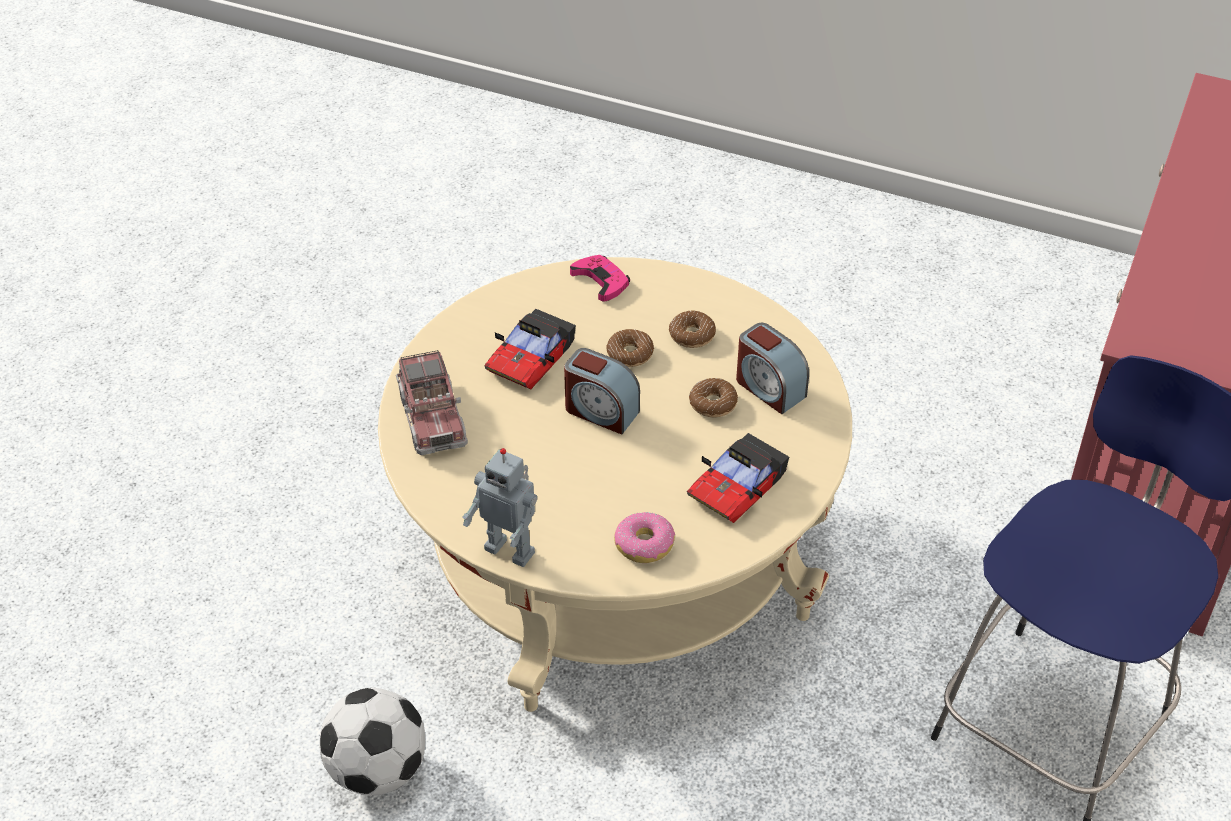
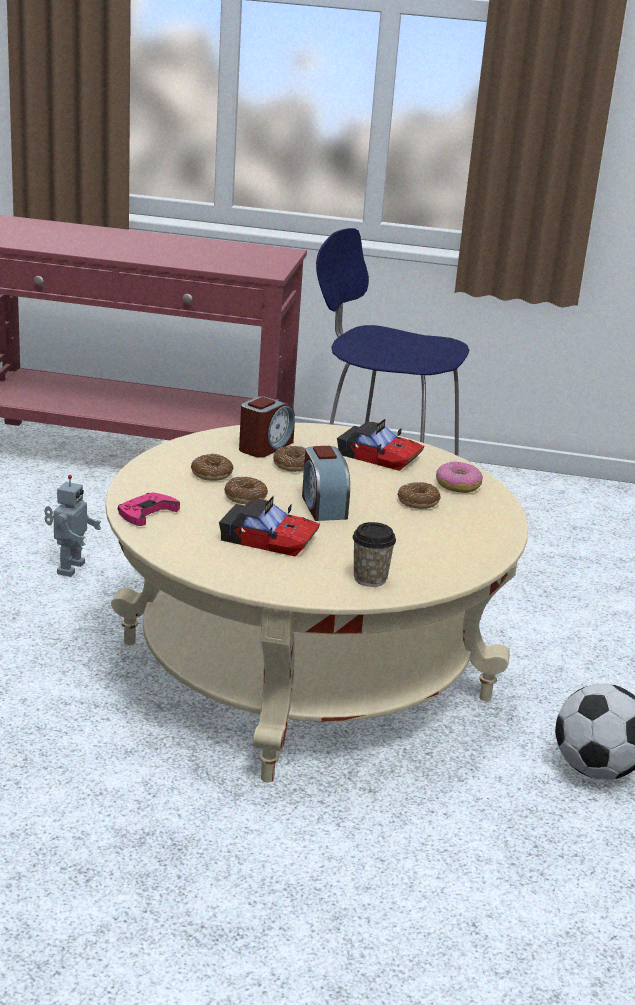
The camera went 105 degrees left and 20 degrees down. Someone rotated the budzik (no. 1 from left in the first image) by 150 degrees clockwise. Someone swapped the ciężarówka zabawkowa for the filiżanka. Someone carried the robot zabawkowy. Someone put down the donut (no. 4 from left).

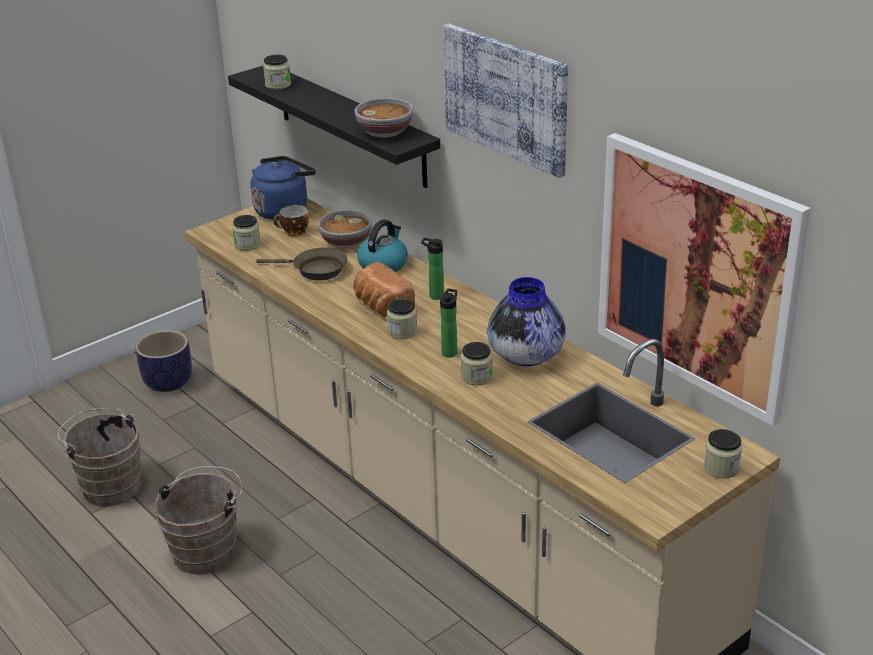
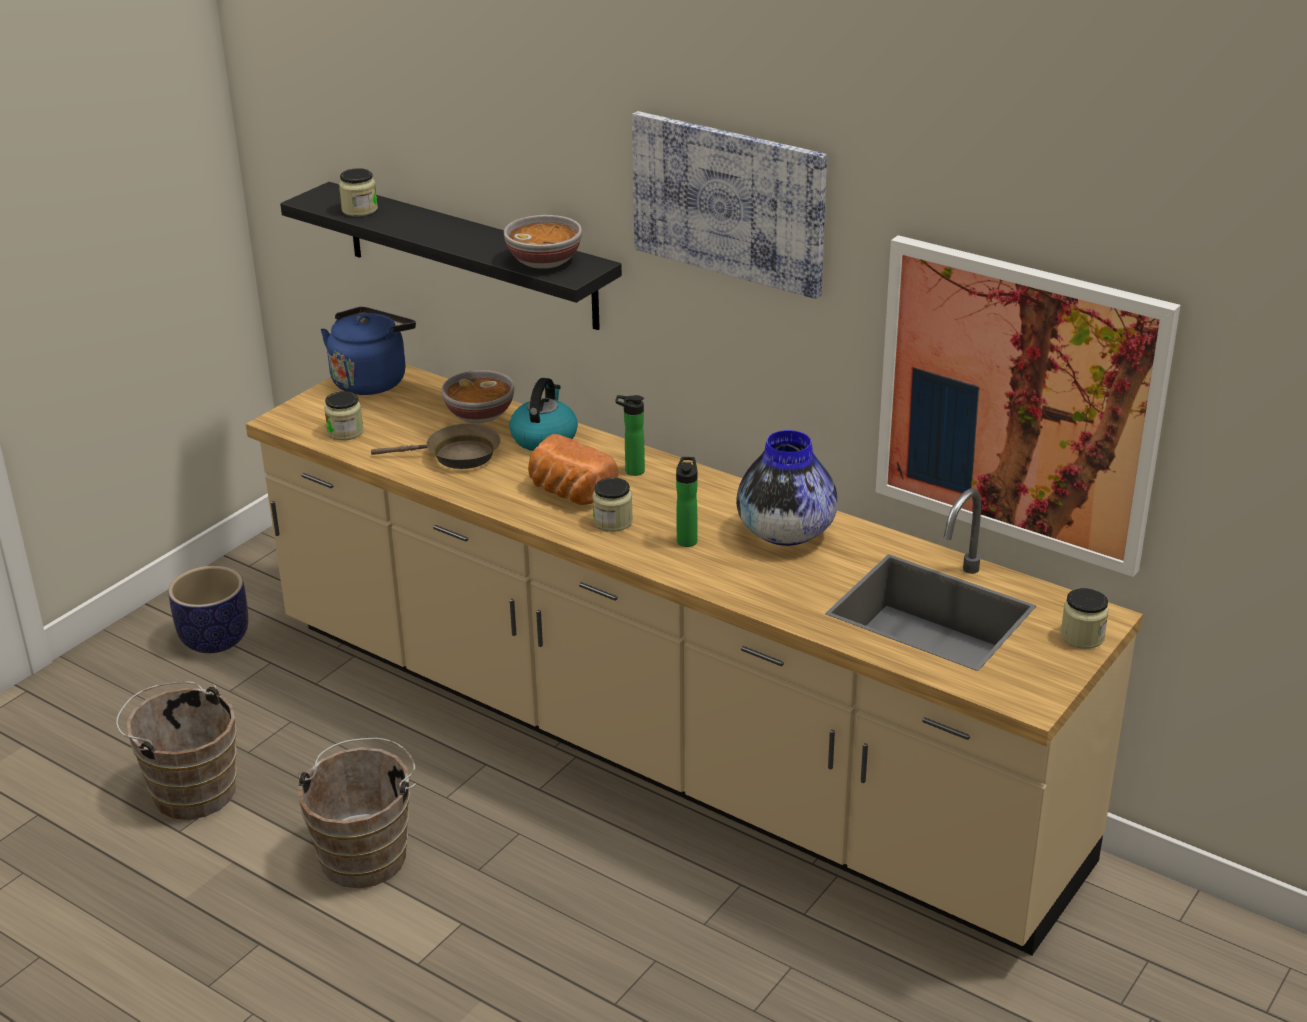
The camera went 15 degrees left and 0 degrees up. Someone took away the filiżanka. Someone took away the słoik (no. 4 from left).

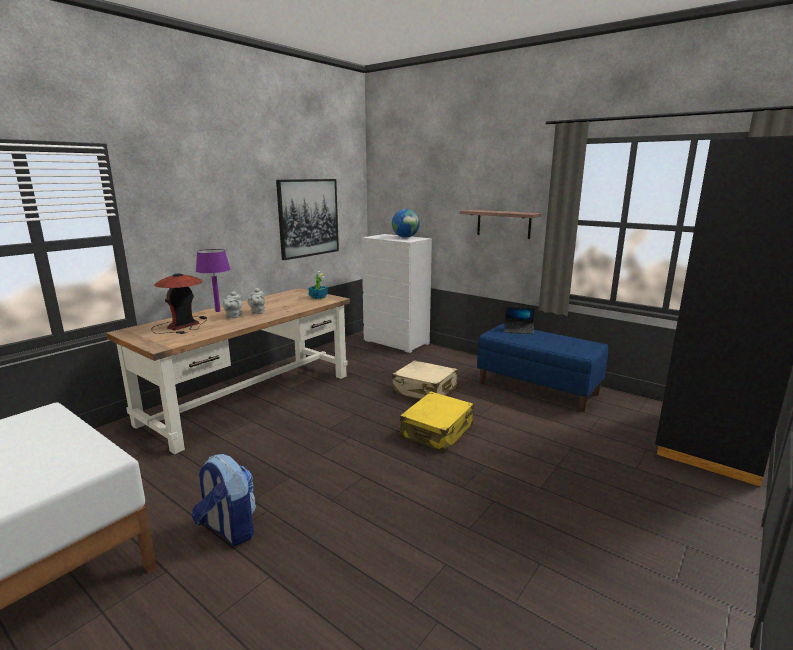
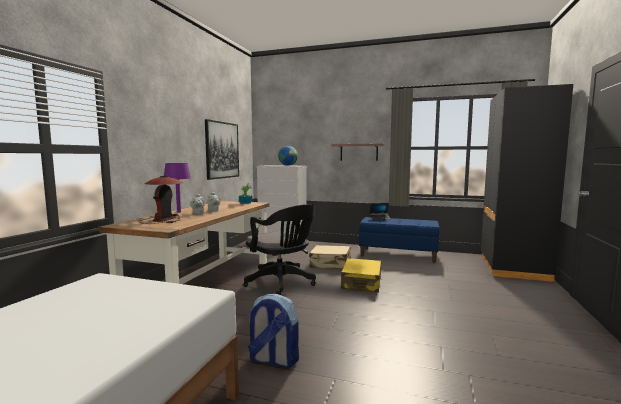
The camera went 20 degrees left and 10 degrees down. Someone put down the krzesło biurowe [czarny].

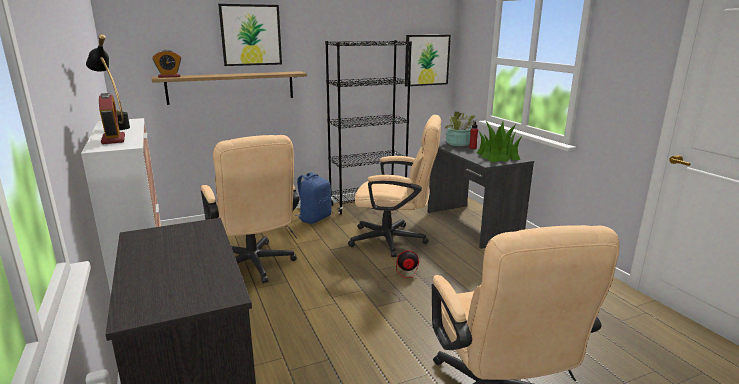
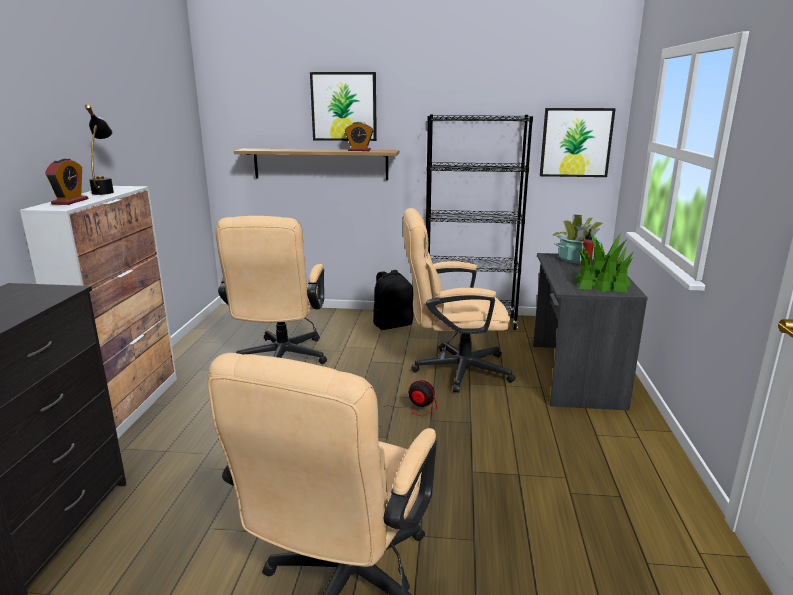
The camera went 30 degrees right and 0 degrees up. Someone carried the budzik (no. 2 from left). Someone rotated the krzesło biurowe [beżowy] (no. 2 from left in the first image) by 135 degrees clockwise. Someone repainted the plecak [niebieski], which became the plecak [czarny].

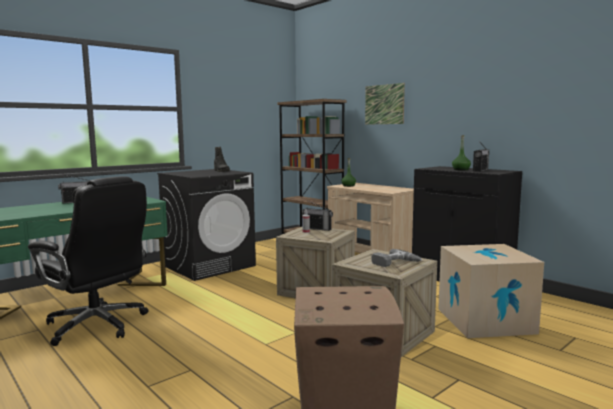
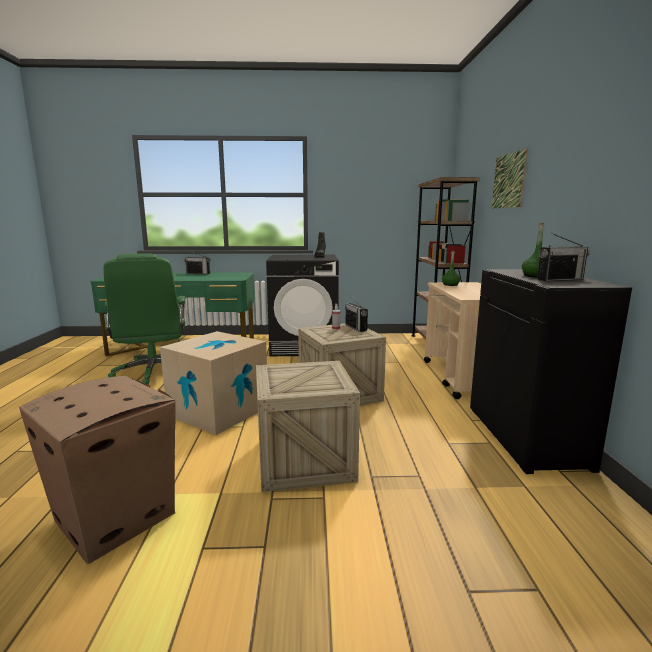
The camera went 40 degrees right and 5 degrees up. Someone repainted the krzesło biurowe [czarny], which became the krzesło biurowe [zielony]. Someone carried the karton (no. 2 from left). Someone took away the wiertarka.

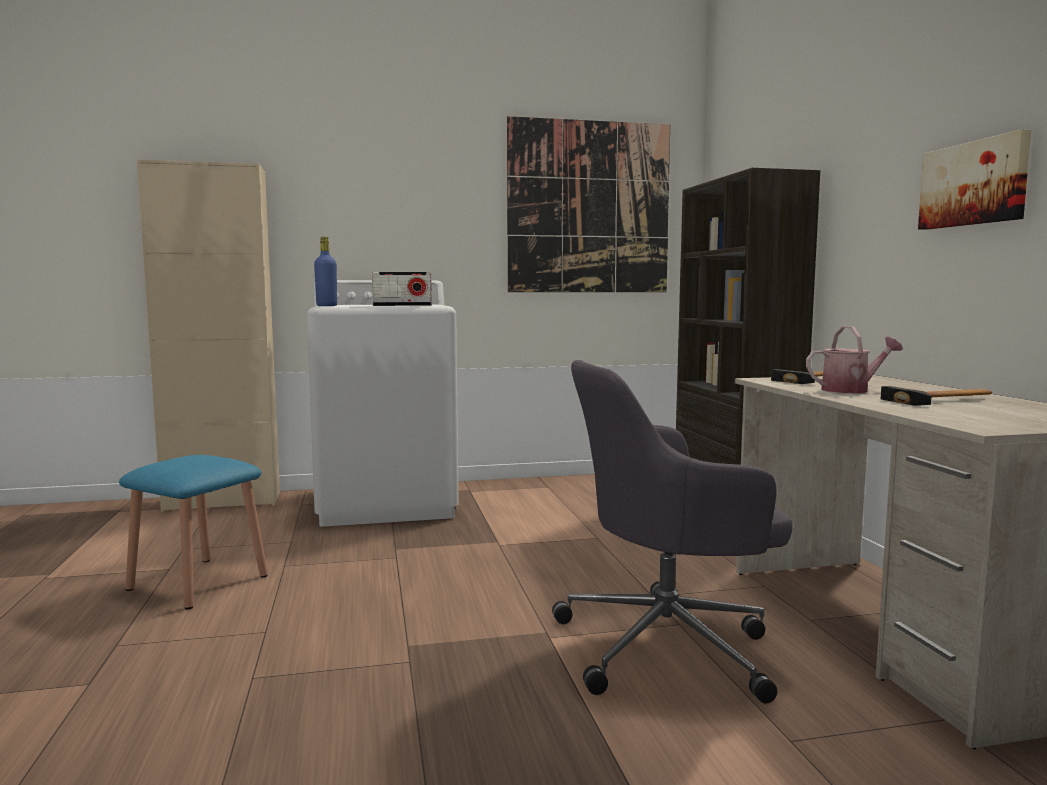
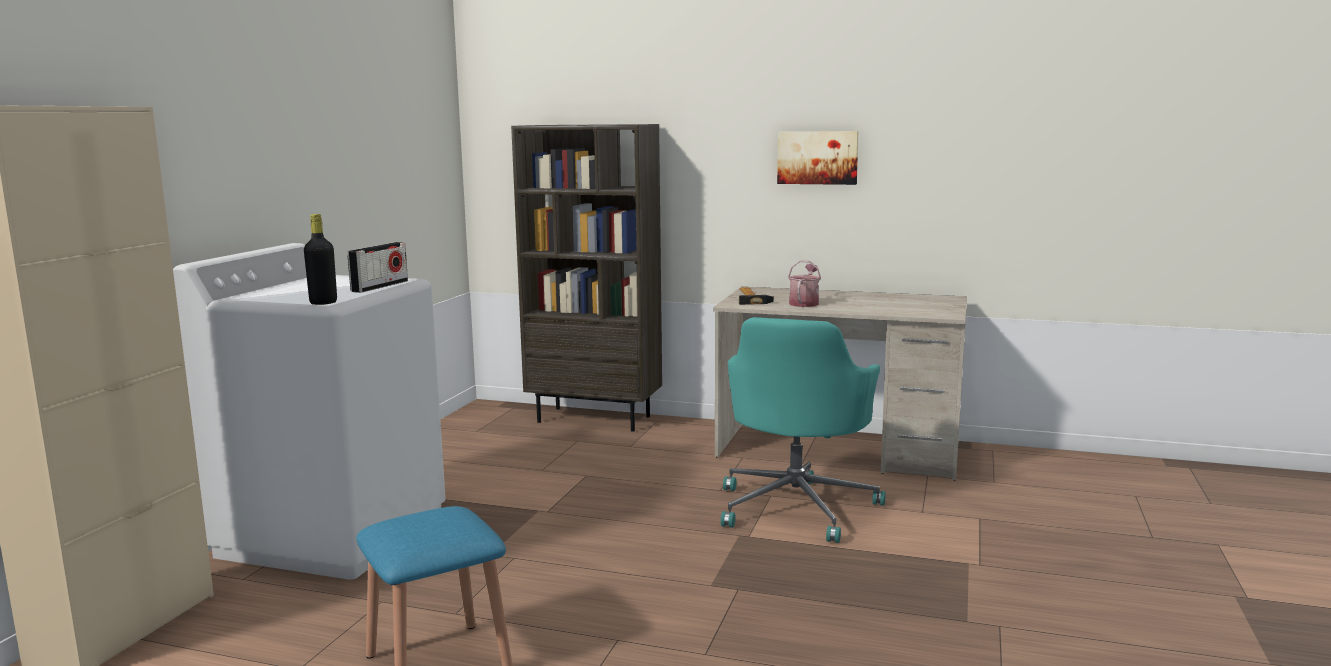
The camera went 60 degrees left and 5 degrees up. Someone took away the obraz (no. 1 from left). Someone repainted the butelka [niebieski], which became the butelka [czarny]. Someone repainted the krzesło biurowe [szary], which became the krzesło biurowe [turkusowy]. Someone took away the młotek (no. 2 from left).

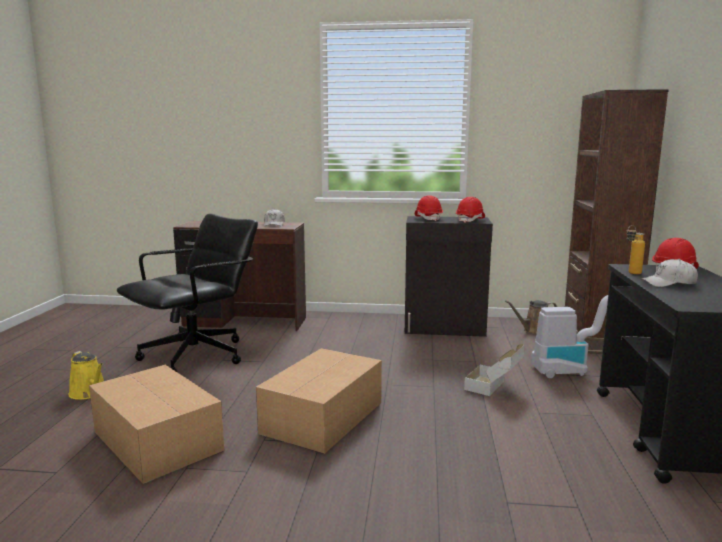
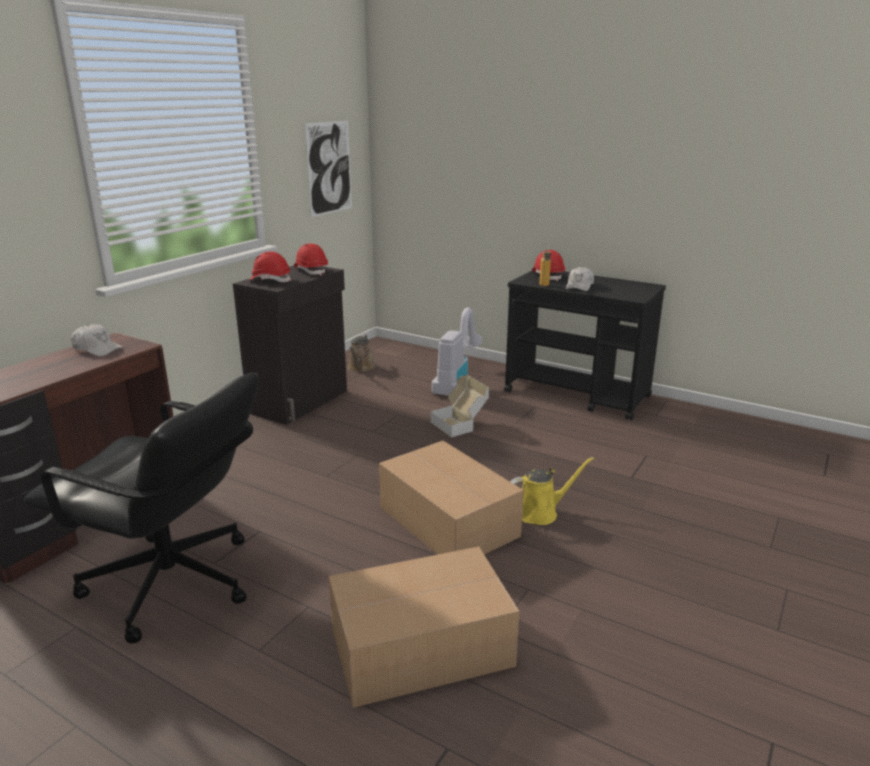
The camera went 65 degrees left and 10 degrees up. Someone took away the regał [brązowy]. Someone rotated the krzesło biurowe [czarny] by 135 degrees clockwise. Someone carried the konewka [żółty]. Someone put up the obraz.

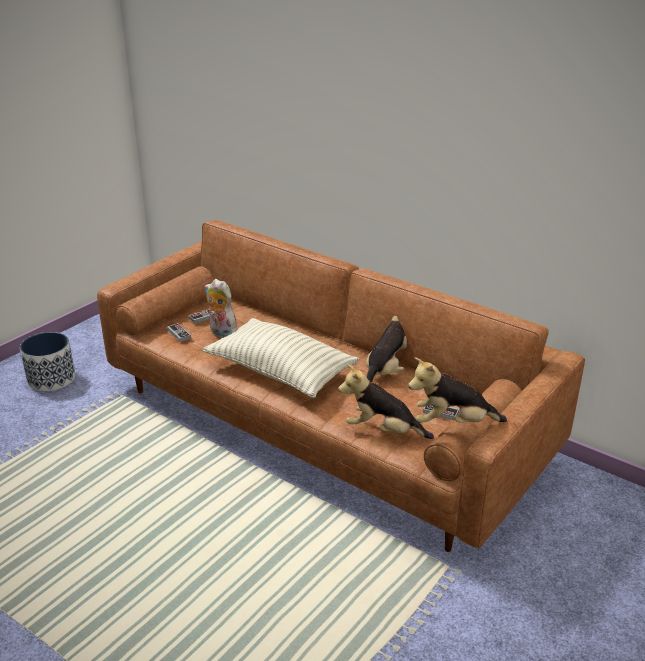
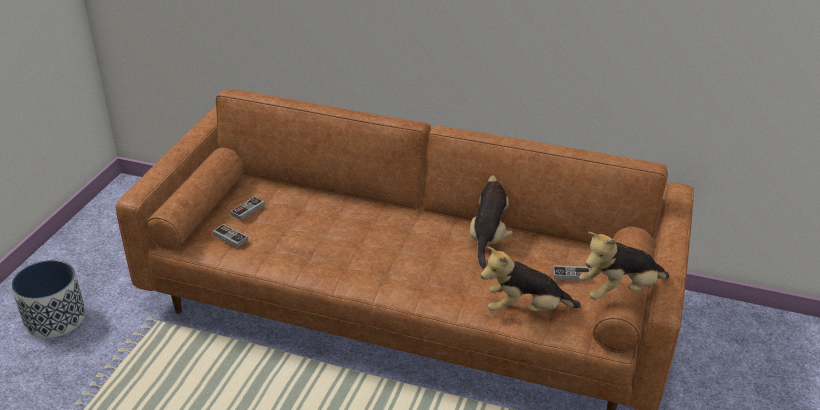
The camera went 20 degrees left and 5 degrees up. Someone took away the pluszak (no. 1 from left). Someone took away the poduszka.

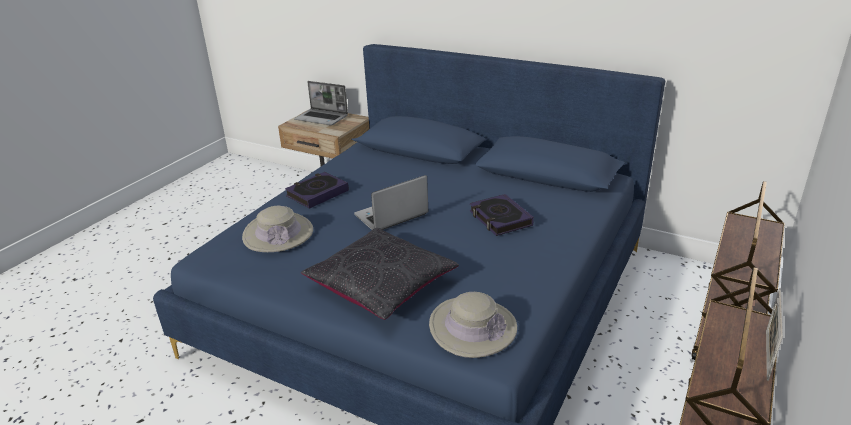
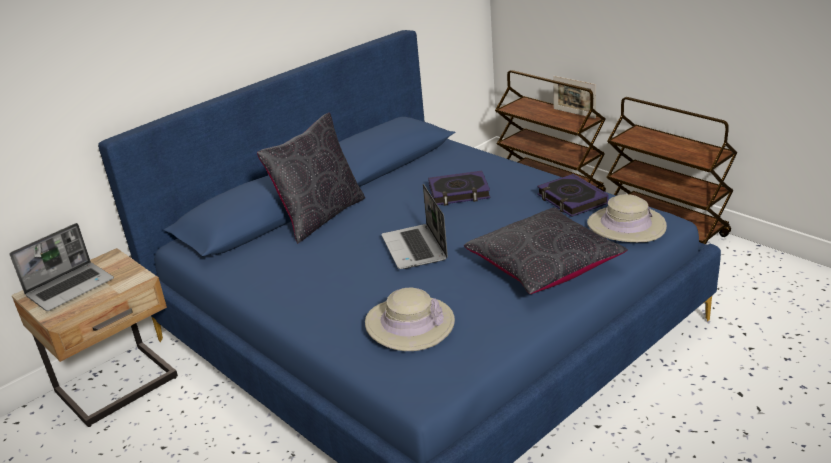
The camera went 70 degrees left and 0 degrees up. Someone carried the książka (no. 1 from left in the first image). Someone carried the ramka na zdjęcie. Someone put down the poduszka [czarny] (no. 1 from left).

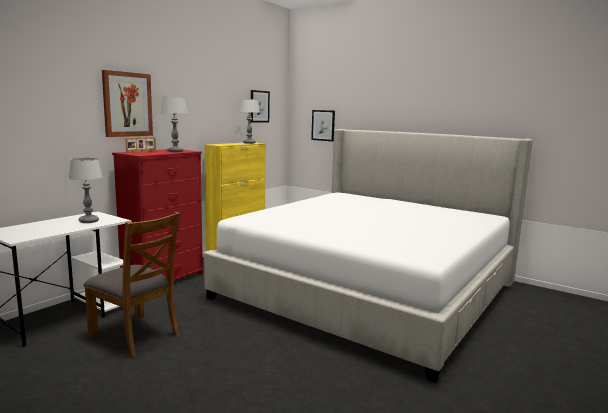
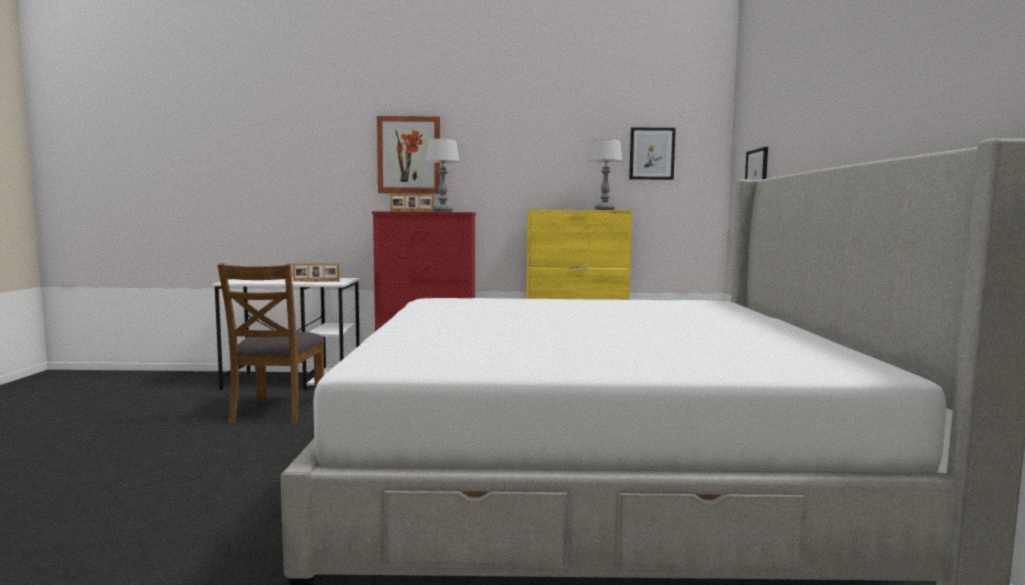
The camera went 55 degrees right and 5 degrees down. Someone swapped the lampa stołowa (no. 1 from left) for the ramka na zdjęcie (no. 1 from left).

